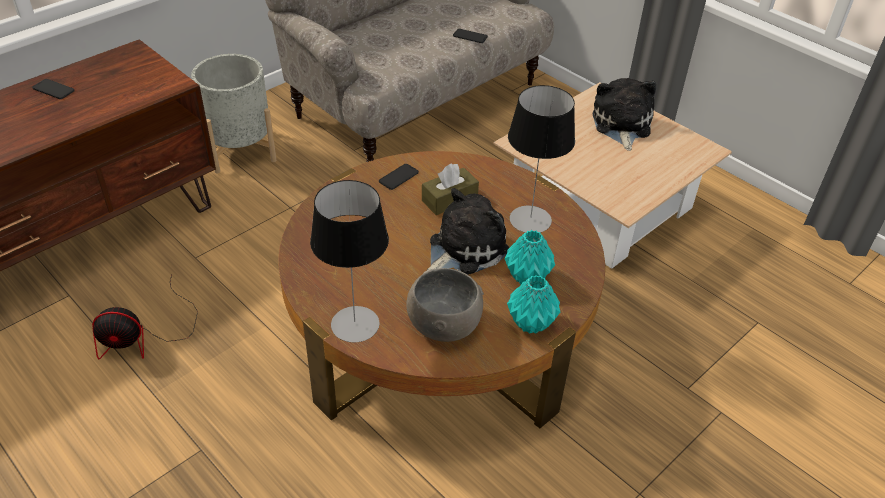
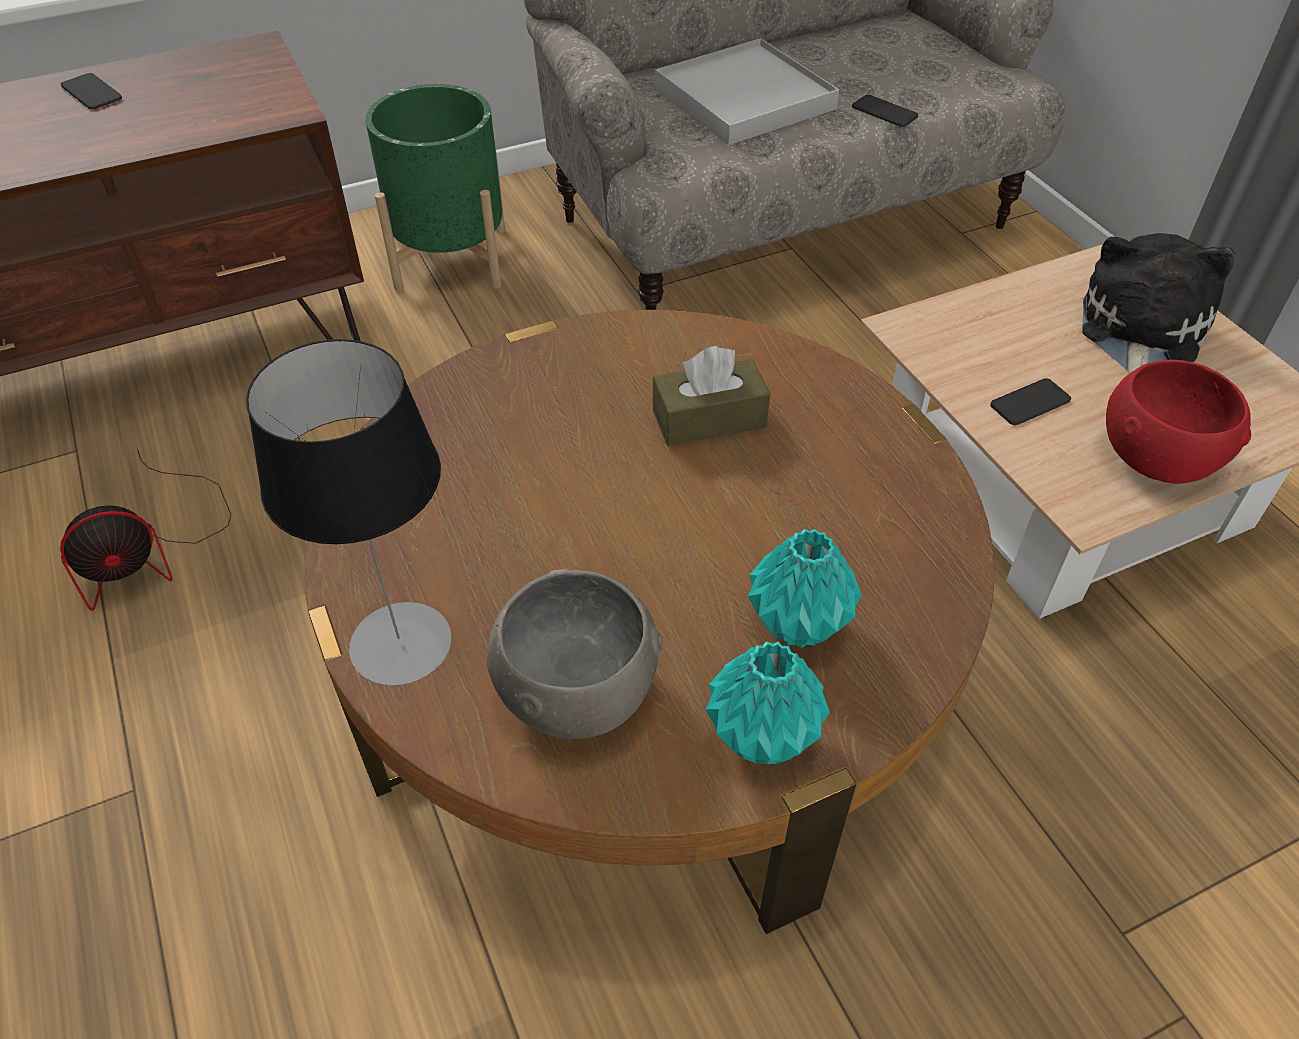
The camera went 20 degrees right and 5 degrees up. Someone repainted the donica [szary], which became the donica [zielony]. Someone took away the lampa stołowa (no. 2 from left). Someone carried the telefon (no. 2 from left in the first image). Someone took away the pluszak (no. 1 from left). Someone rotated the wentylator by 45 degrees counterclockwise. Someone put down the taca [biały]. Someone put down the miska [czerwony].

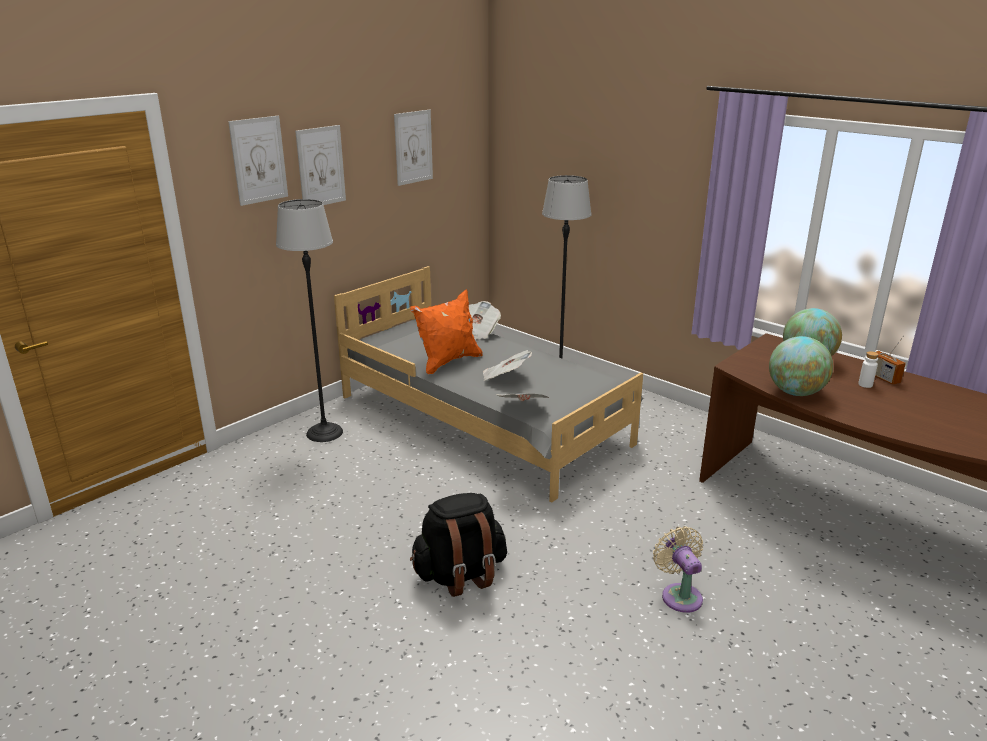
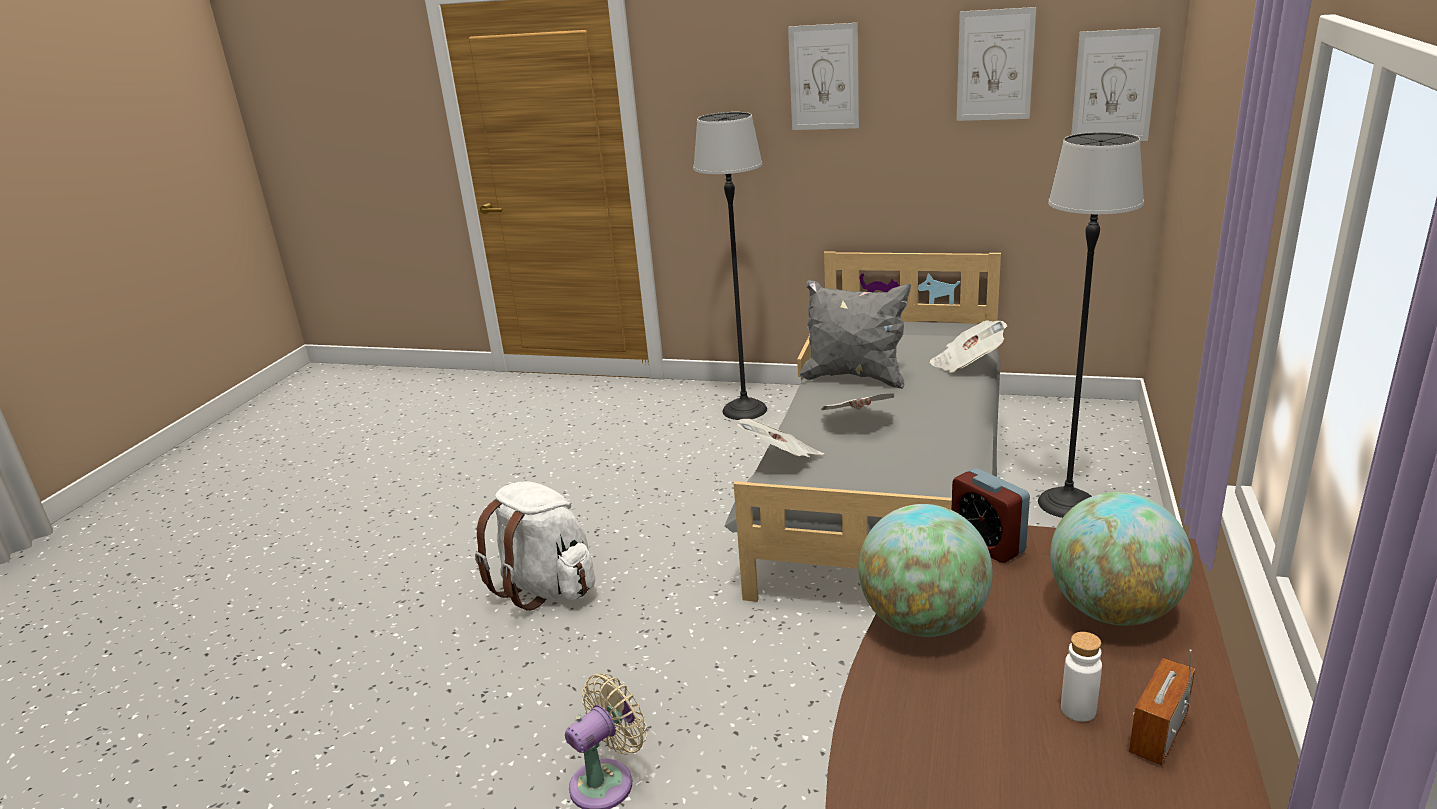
The camera went 65 degrees right and 0 degrees up. Someone carried the obraz (no. 1 from left in the first image). Someone repainted the poduszka [pomarańczowy], which became the poduszka [szary]. Someone repainted the plecak [czarny], which became the plecak [biały]. Someone put down the budzik.

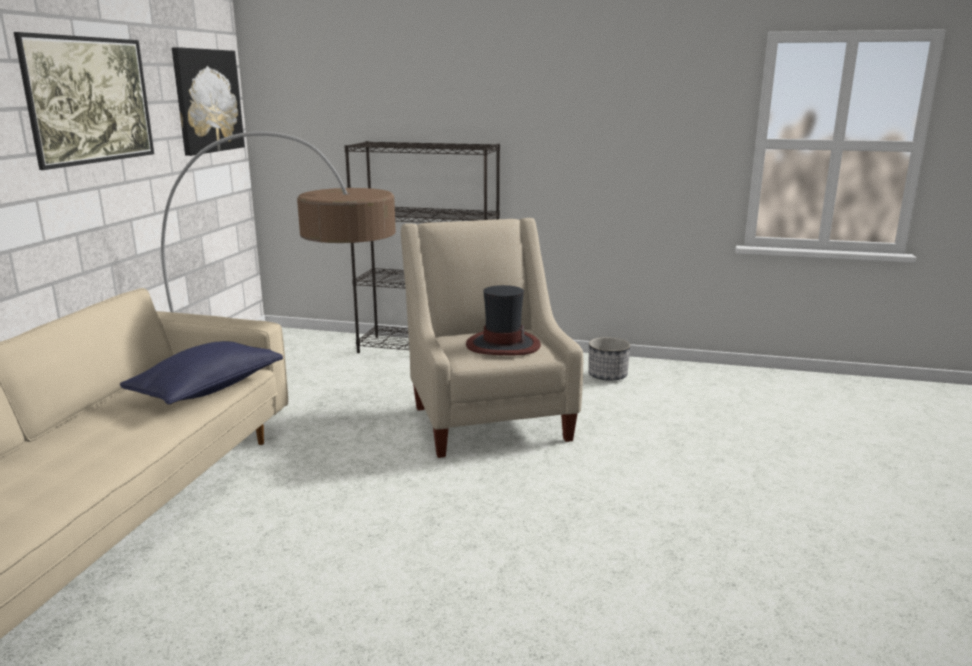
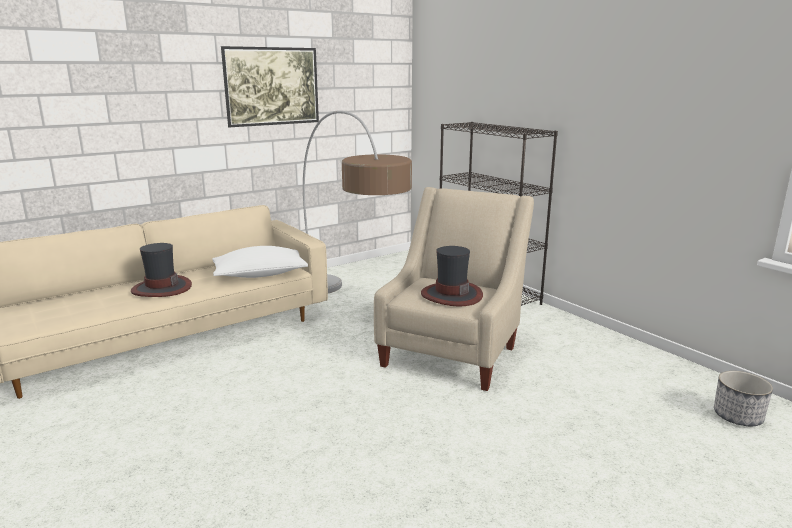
The camera went 40 degrees right and 0 degrees up. Someone took away the obraz (no. 2 from left). Someone carried the donica. Someone repainted the poduszka [niebieski], which became the poduszka [biały]. Someone put down the kapelusz (no. 1 from left).

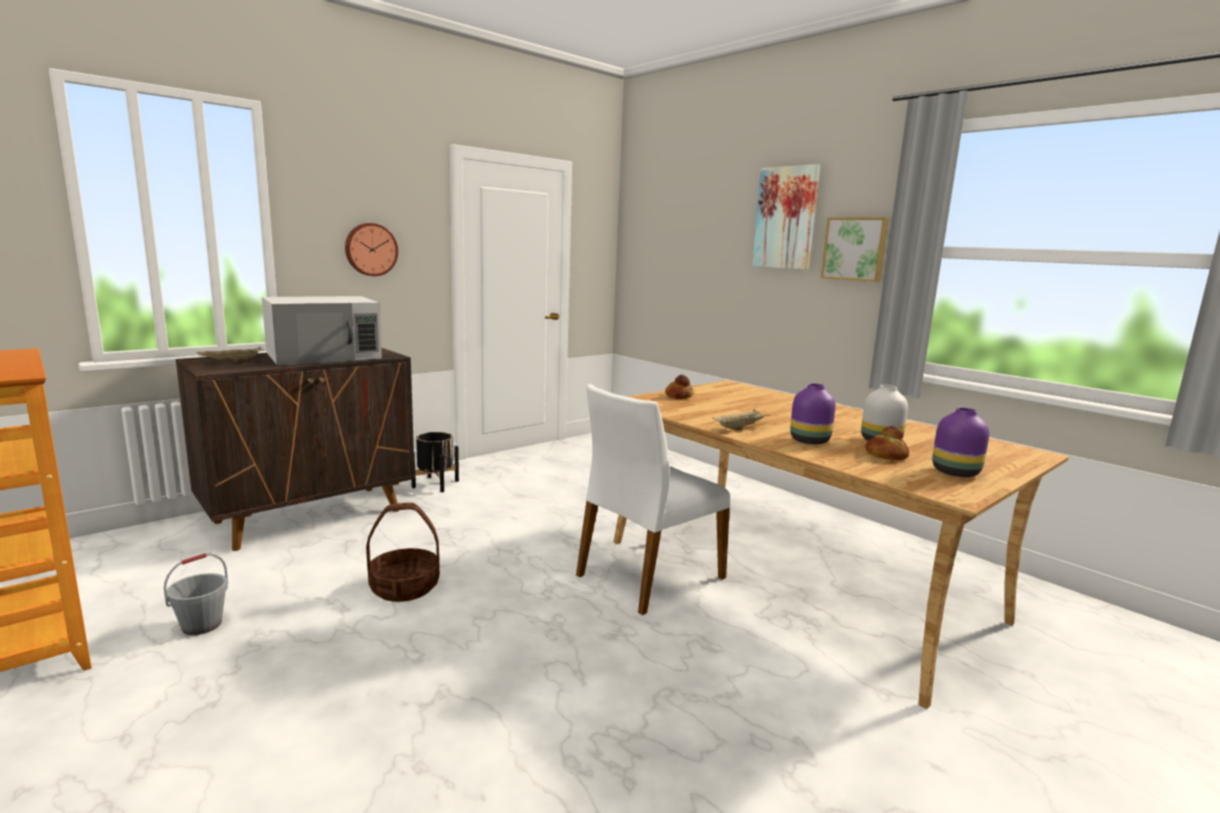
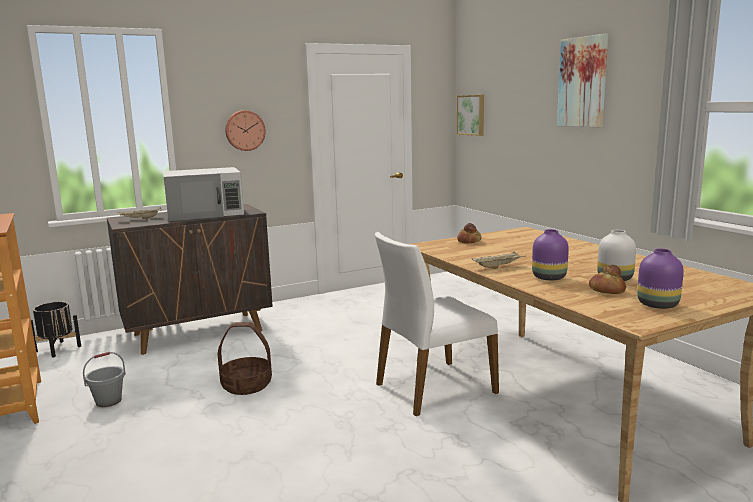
The camera went 15 degrees right and 0 degrees up. Someone carried the obraz (no. 2 from left in the first image). Someone carried the donica [czarny].

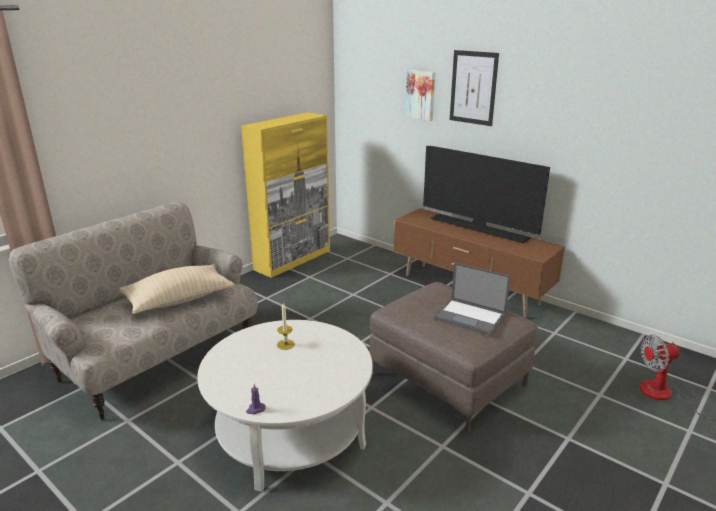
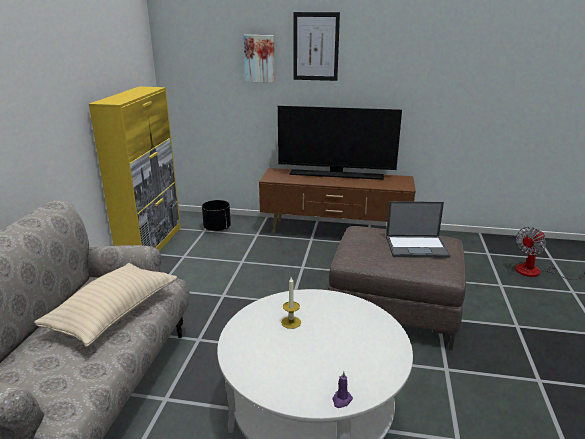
The camera went 30 degrees left and 0 degrees up. Someone put down the donica [czarny].

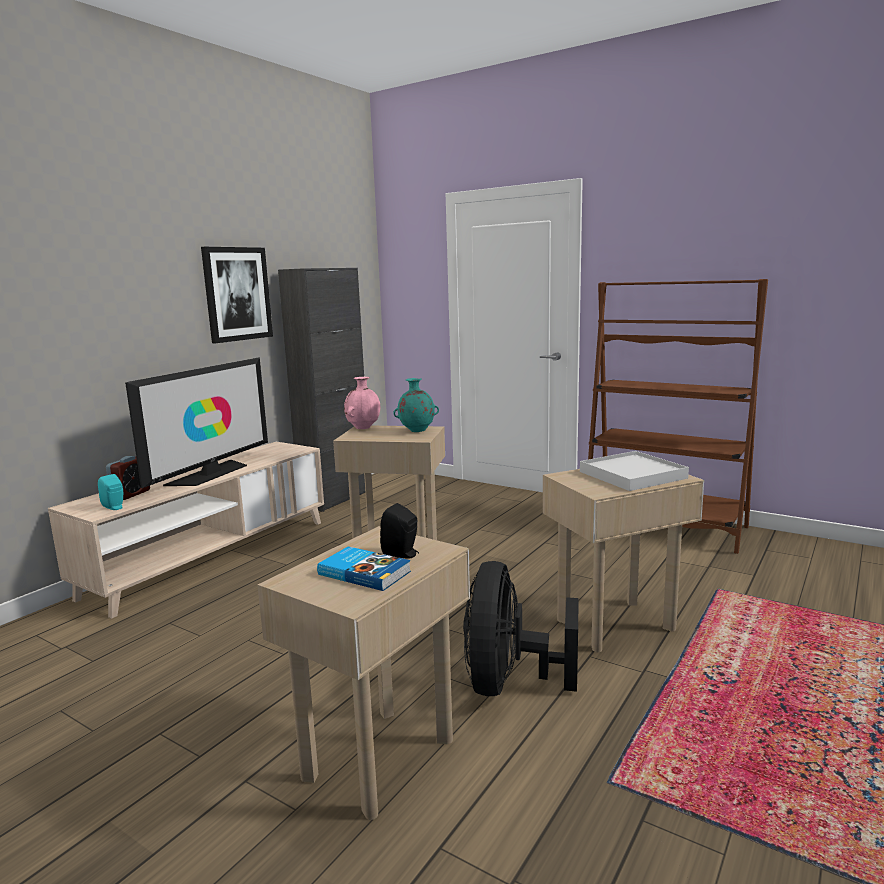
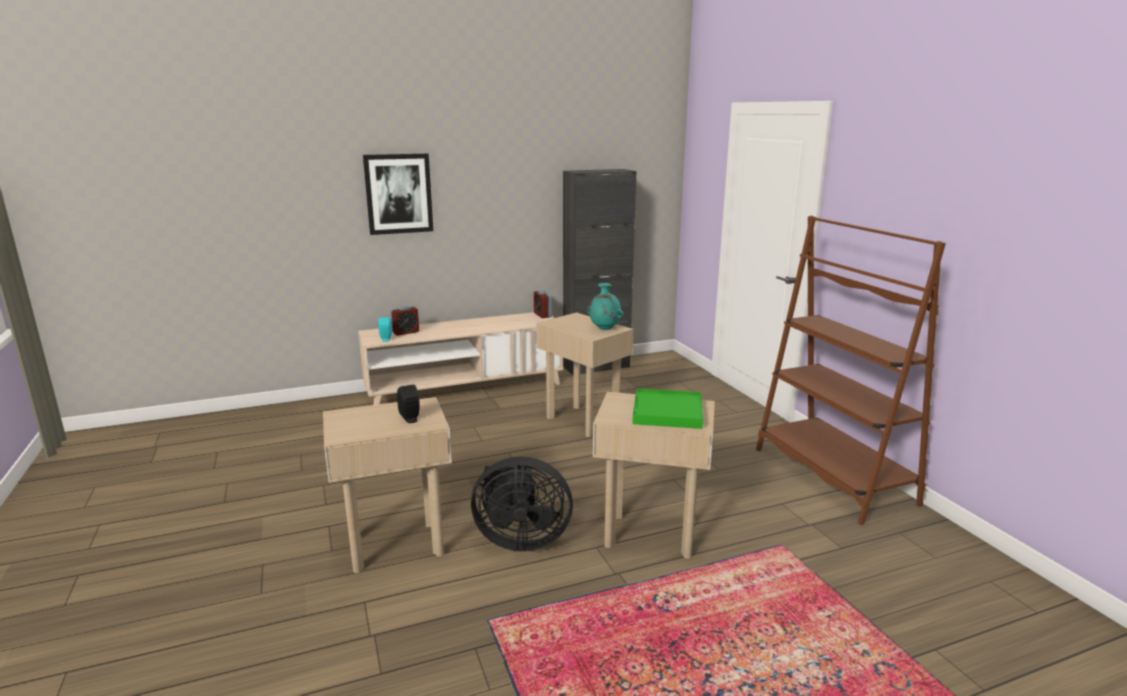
The camera went 35 degrees right and 5 degrees up. Someone carried the obraz. Someone took away the telewizor. Someone took away the wazon [różowy]. Someone repainted the taca [biały], which became the taca [zielony]. Someone took away the książka. Someone rotated the wentylator [czarny] by 135 degrees counterclockwise. Someone put down the budzik (no. 2 from left).

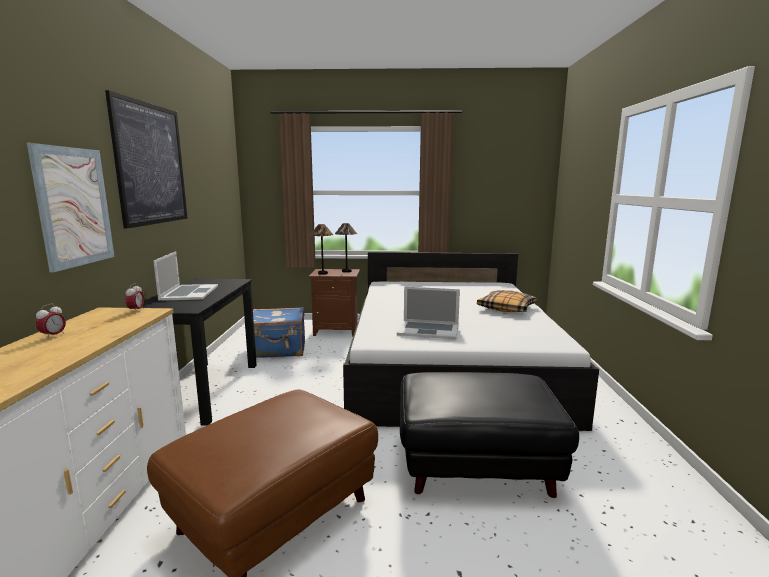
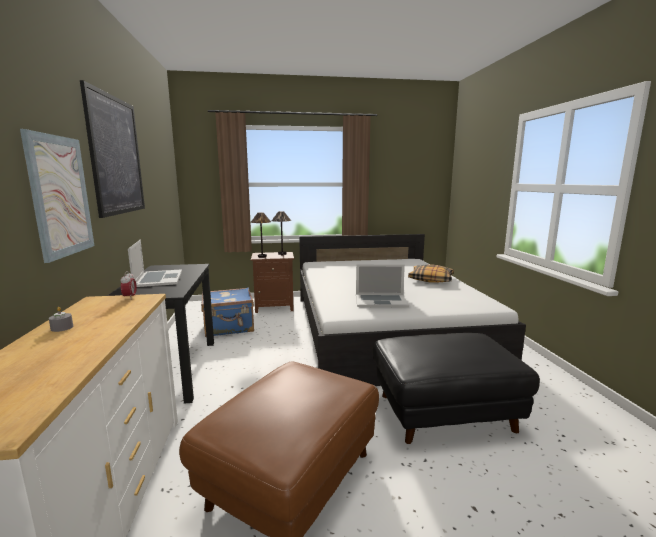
The camera went 10 degrees left and 0 degrees up. Someone swapped the budzik (no. 1 from left) for the świeca [szary].

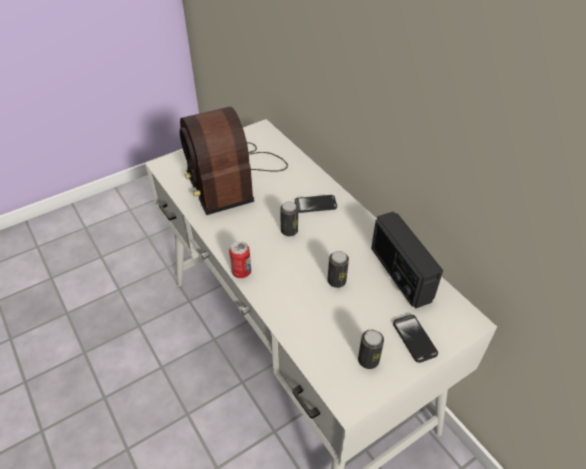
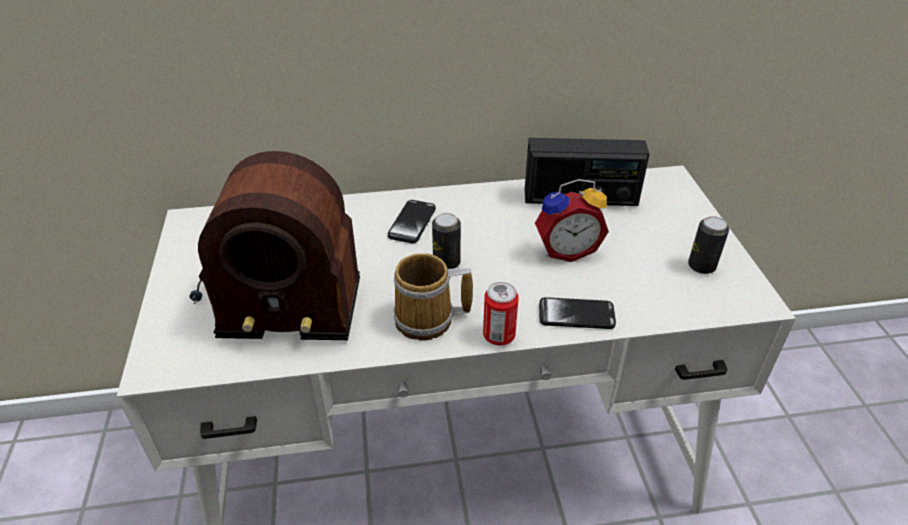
The camera went 65 degrees left and 5 degrees down. Someone swapped the puszka (no. 3 from left) for the budzik. Someone carried the telefon (no. 2 from left). Someone put down the kubek.

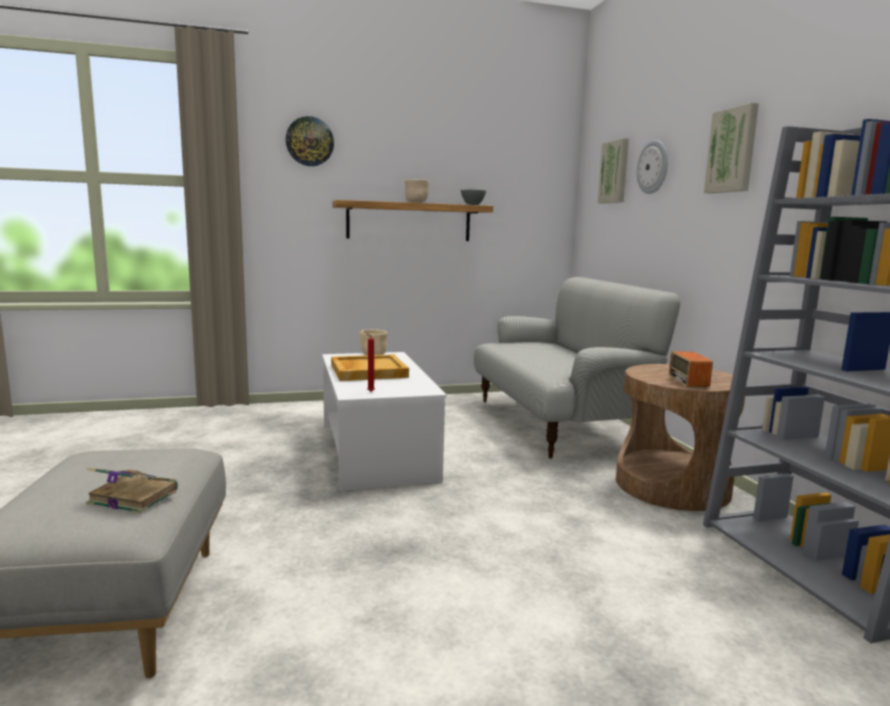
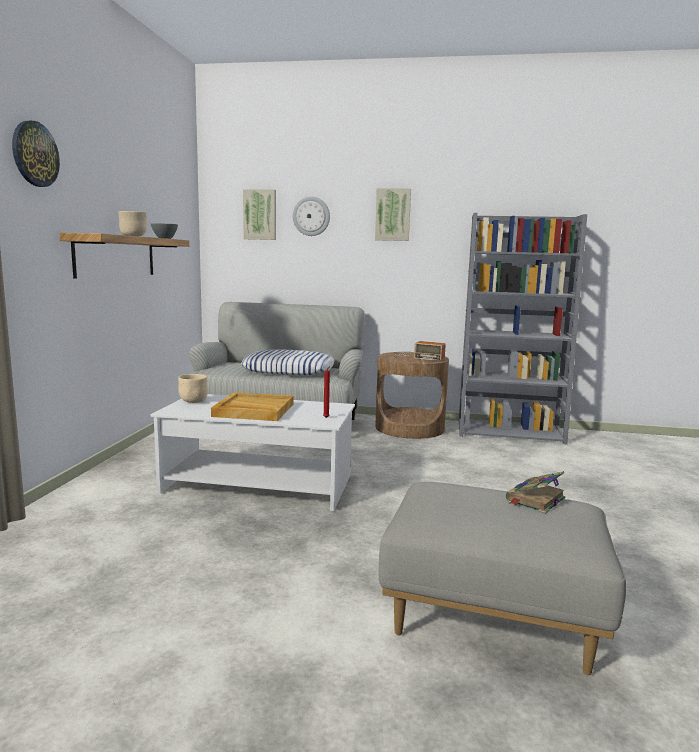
The camera went 65 degrees left and 0 degrees up. Someone put down the poduszka.

